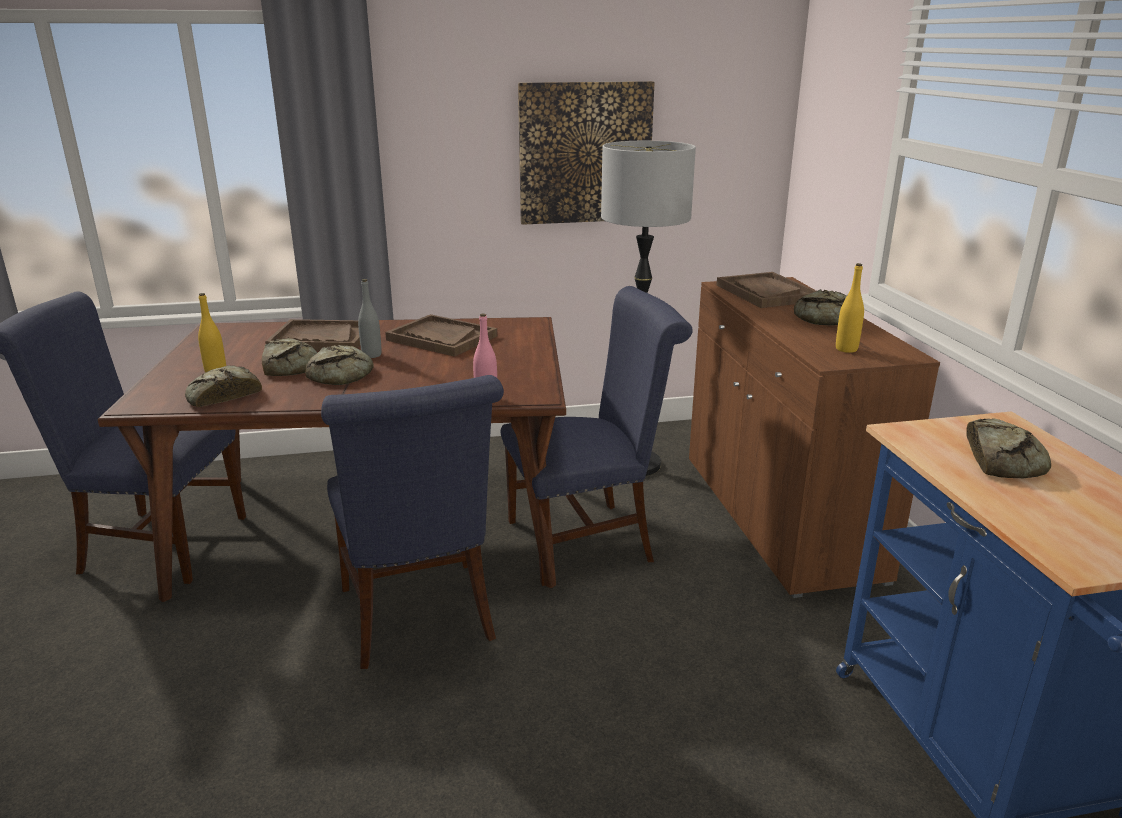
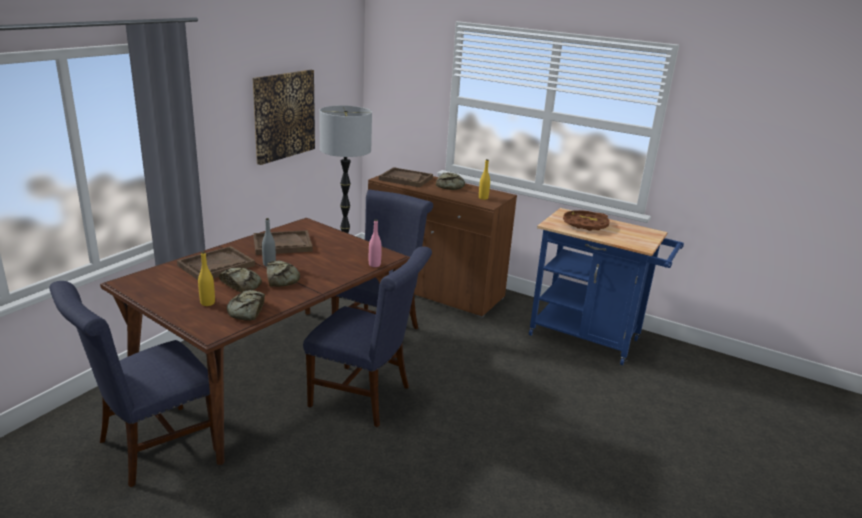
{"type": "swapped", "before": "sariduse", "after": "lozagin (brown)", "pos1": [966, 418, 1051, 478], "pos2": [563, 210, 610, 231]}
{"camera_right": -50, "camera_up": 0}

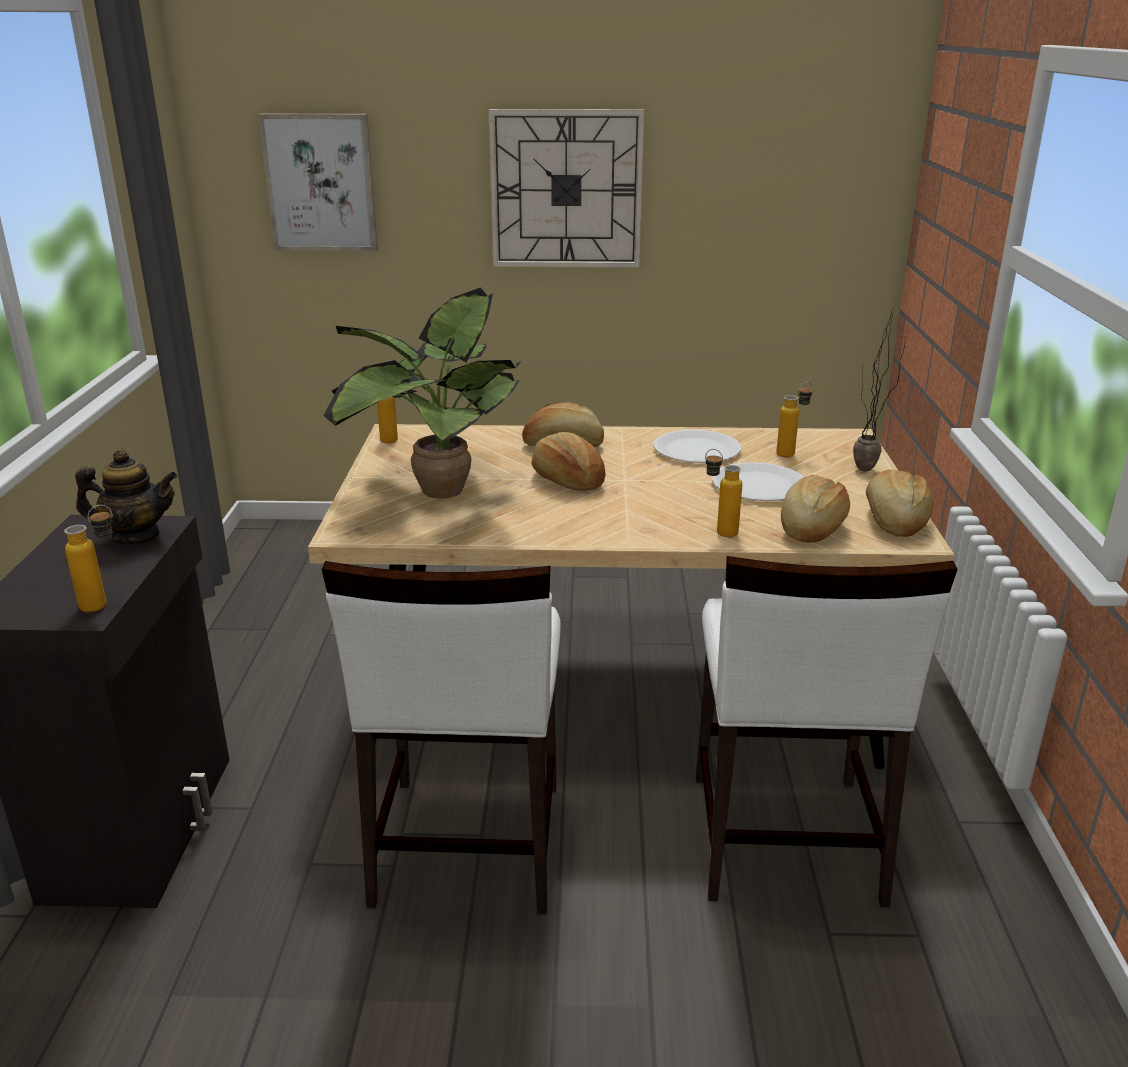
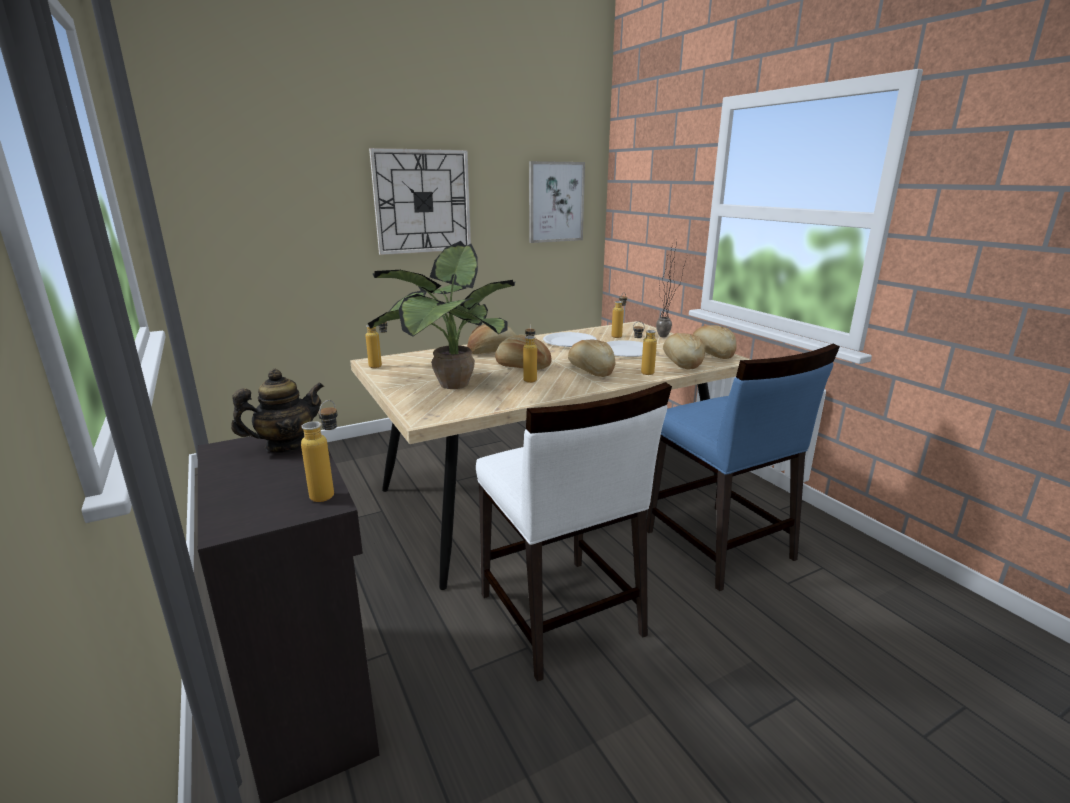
{"type": "shifted", "before": "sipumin", "pos1": [258, 114, 378, 251], "pos2": [529, 161, 585, 243]}
{"type": "repainted", "before": "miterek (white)", "after": "miterek (blue)", "pos1": [696, 556, 958, 907], "pos2": [647, 344, 840, 591]}
{"type": "new", "after": "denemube", "pos2": [523, 324, 537, 383]}
{"type": "new", "after": "sariduse", "pos2": [568, 340, 615, 377]}
{"camera_right": -30, "camera_up": -5}

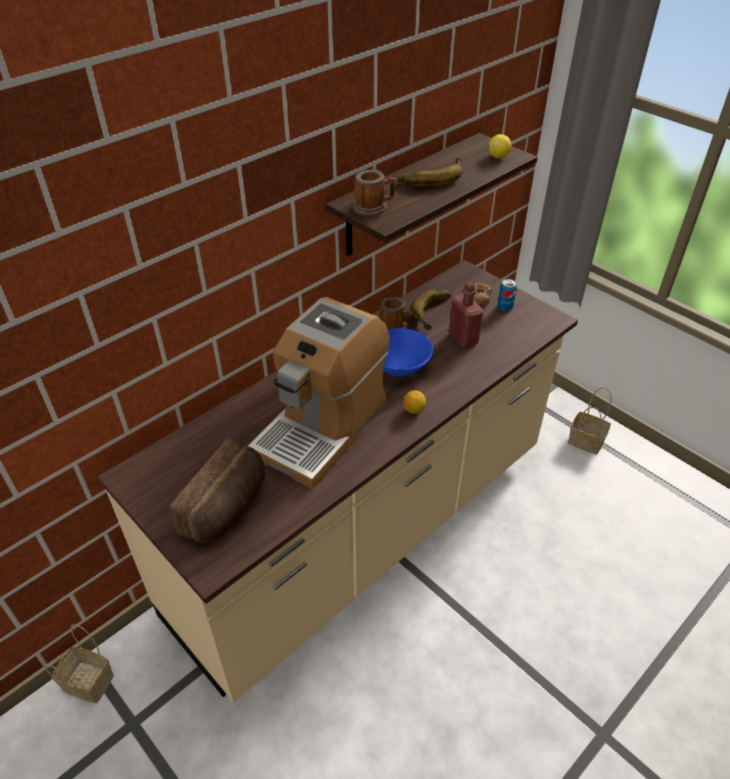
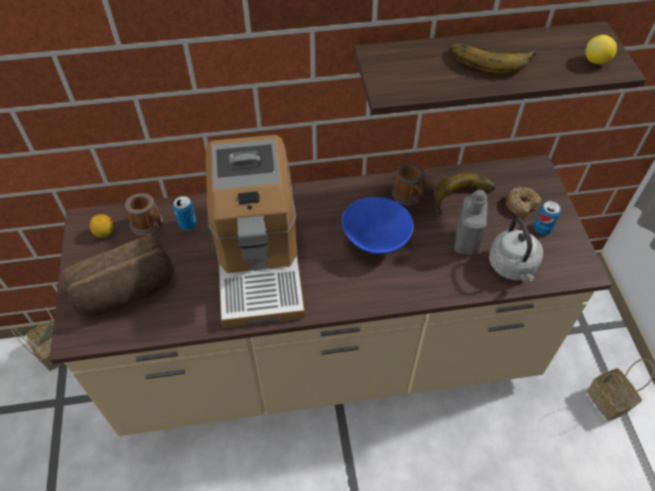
{"type": "shifted", "before": "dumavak", "pos1": [353, 170, 396, 217], "pos2": [125, 193, 163, 237]}
{"type": "repainted", "before": "denemube (red)", "after": "denemube (grey)", "pos1": [449, 282, 484, 348], "pos2": [454, 190, 488, 255]}
{"type": "rotated", "before": "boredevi", "pos1": [248, 297, 389, 489], "pos2": [206, 135, 305, 328], "turn": -75}
{"type": "shifted", "before": "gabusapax", "pos1": [403, 390, 426, 414], "pos2": [90, 214, 114, 238]}
{"type": "new", "after": "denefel", "pos2": [173, 196, 197, 230]}
{"type": "new", "after": "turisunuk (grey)", "pos2": [489, 218, 543, 281]}
{"camera_right": 35, "camera_up": 10}

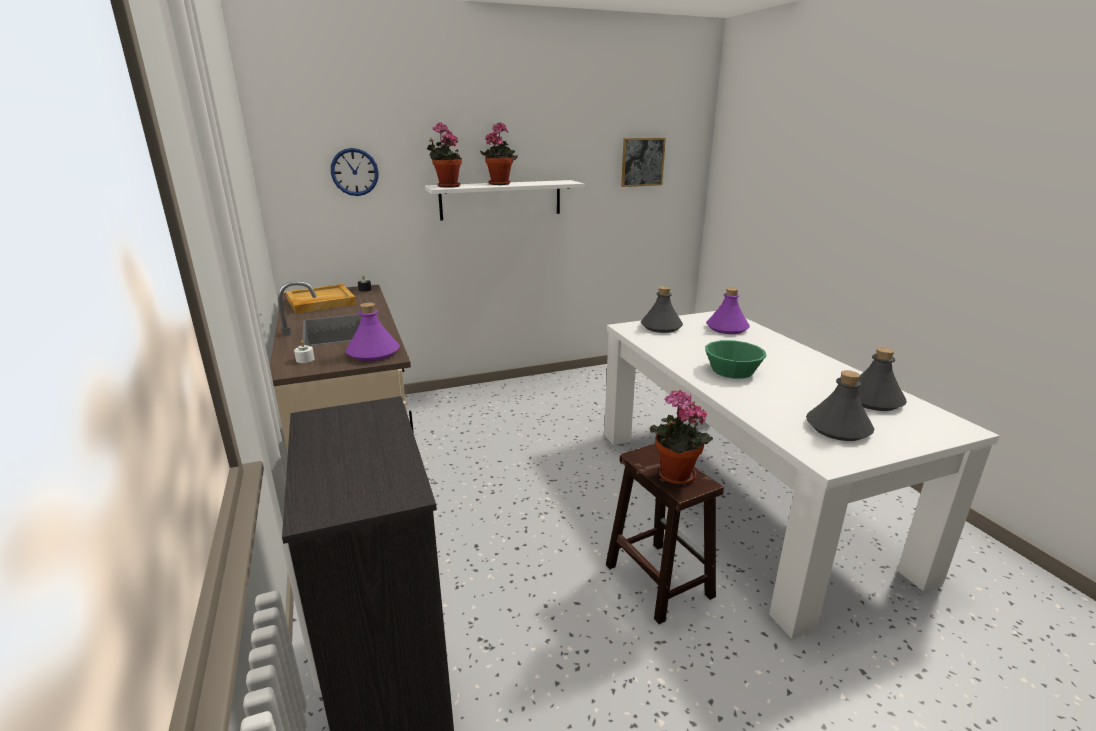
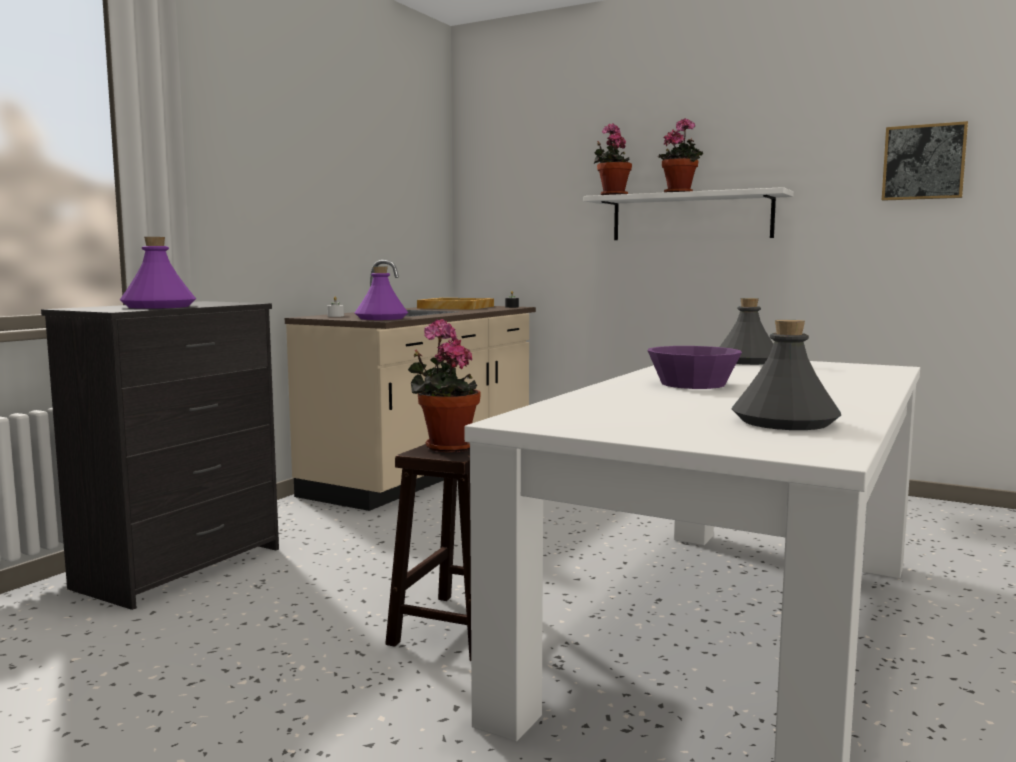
{"type": "gone", "before": "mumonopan", "pos1": [331, 148, 379, 196]}
{"type": "shifted", "before": "denemube (purple)", "pos1": [706, 288, 750, 334], "pos2": [120, 237, 196, 309]}
{"type": "repainted", "before": "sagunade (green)", "after": "sagunade (purple)", "pos1": [705, 340, 767, 379], "pos2": [647, 346, 742, 389]}
{"type": "gone", "before": "denemube (grey)", "pos1": [806, 370, 874, 441]}
{"camera_right": 50, "camera_up": -15}

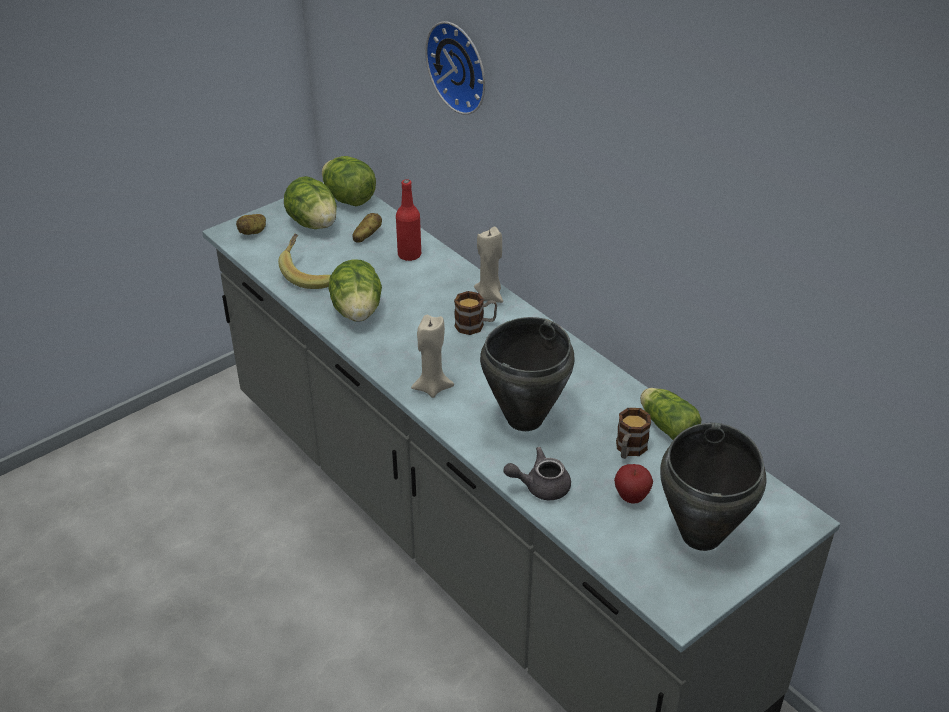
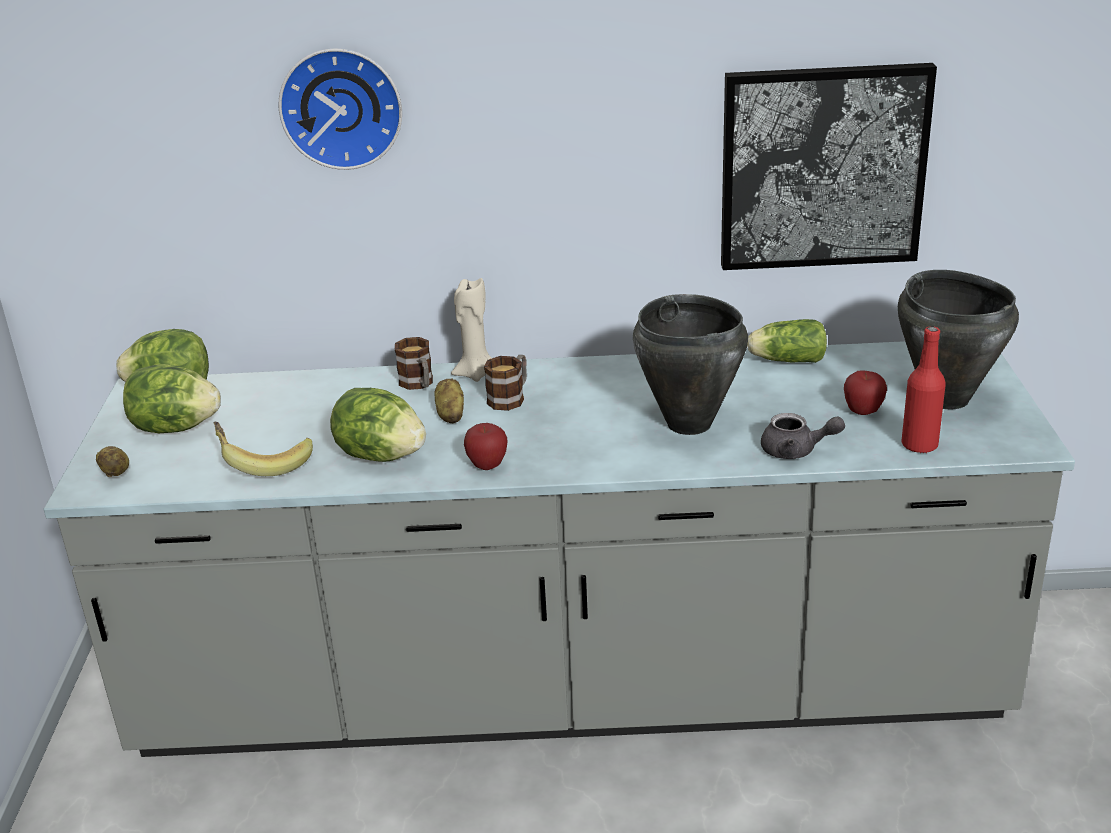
{"type": "shifted", "before": "denemube (red)", "pos1": [396, 179, 421, 261], "pos2": [901, 326, 946, 454]}
{"type": "shifted", "before": "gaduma", "pos1": [352, 213, 382, 243], "pos2": [434, 379, 464, 423]}
{"type": "gone", "before": "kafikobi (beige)", "pos1": [411, 315, 454, 398]}
{"type": "shifted", "before": "dumavak", "pos1": [616, 408, 651, 459], "pos2": [395, 337, 433, 390]}
{"type": "rotated", "before": "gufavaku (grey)", "pos1": [503, 447, 571, 500], "pos2": [761, 413, 845, 459], "turn": -105}
{"type": "new", "after": "sipumin", "pos2": [721, 63, 937, 270]}
{"type": "new", "after": "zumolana", "pos2": [464, 423, 508, 470]}
{"camera_right": -50, "camera_up": -10}

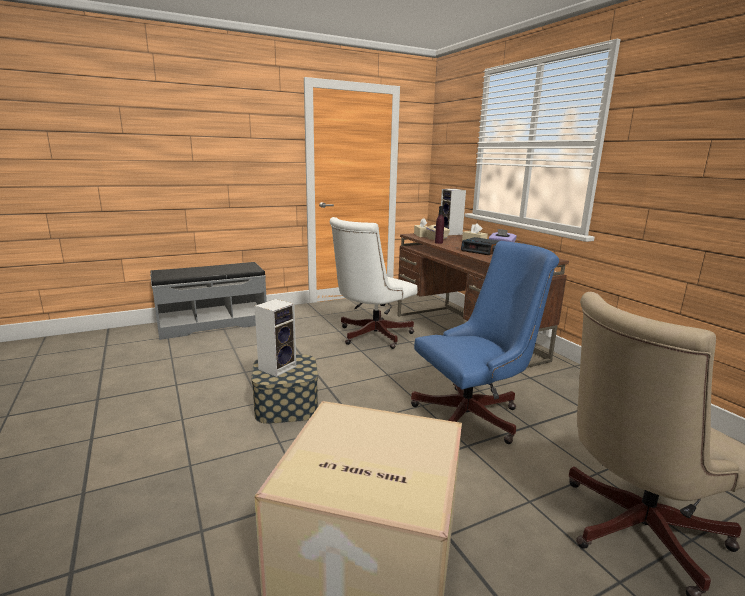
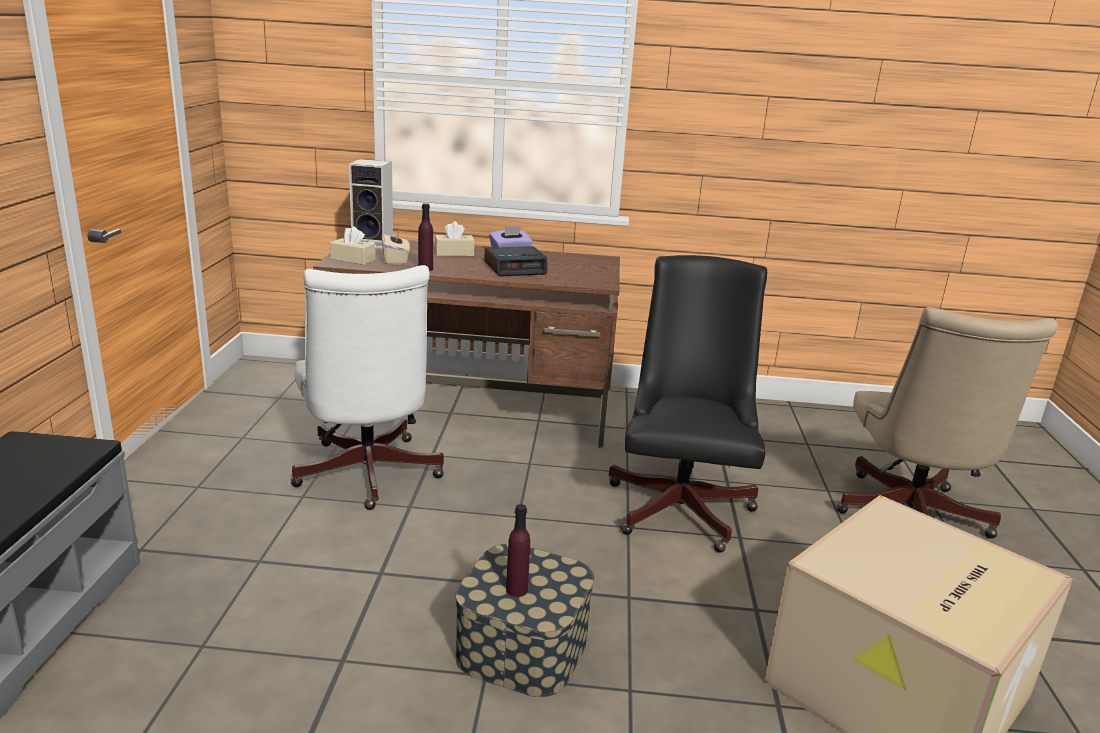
{"type": "repainted", "before": "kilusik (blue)", "after": "kilusik (black)", "pos1": [411, 241, 559, 444], "pos2": [609, 255, 767, 553]}
{"type": "swapped", "before": "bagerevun", "after": "denemube (purple)", "pos1": [255, 299, 296, 377], "pos2": [506, 504, 530, 597]}
{"camera_right": -60, "camera_up": 5}

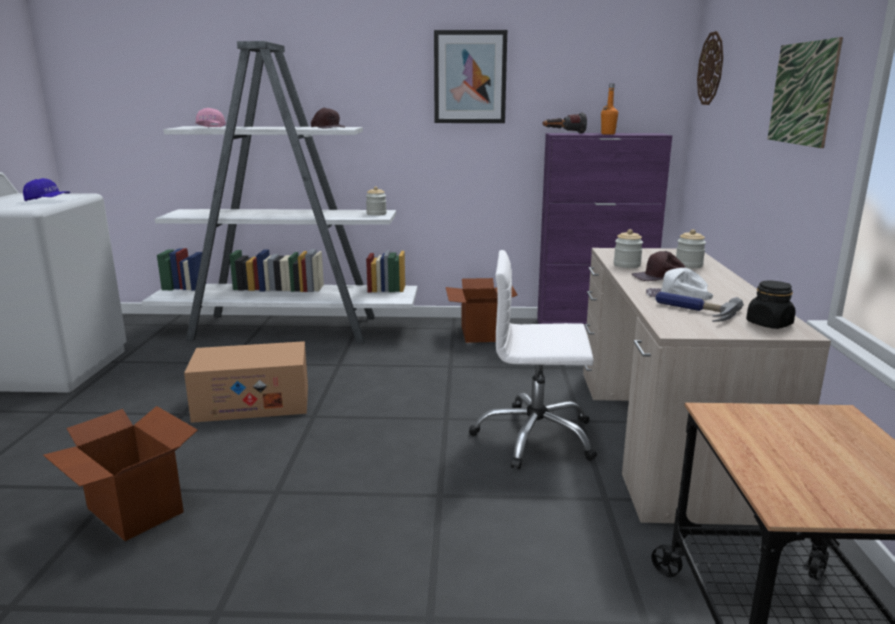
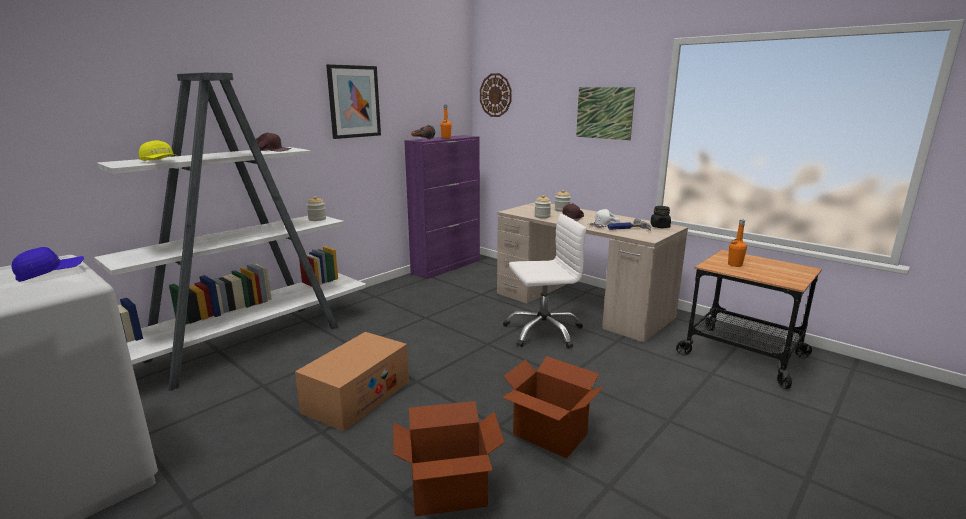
{"type": "repainted", "before": "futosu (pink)", "after": "futosu (yellow)", "pos1": [195, 108, 226, 127], "pos2": [139, 140, 178, 161]}
{"type": "rotated", "before": "kilusik (white)", "pos1": [469, 250, 597, 470], "pos2": [503, 214, 587, 349], "turn": -150}
{"type": "shifted", "before": "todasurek", "pos1": [446, 278, 517, 343], "pos2": [502, 356, 604, 459]}
{"type": "new", "after": "denemube (orange)", "pos2": [728, 219, 747, 267]}
{"camera_right": -50, "camera_up": 0}

